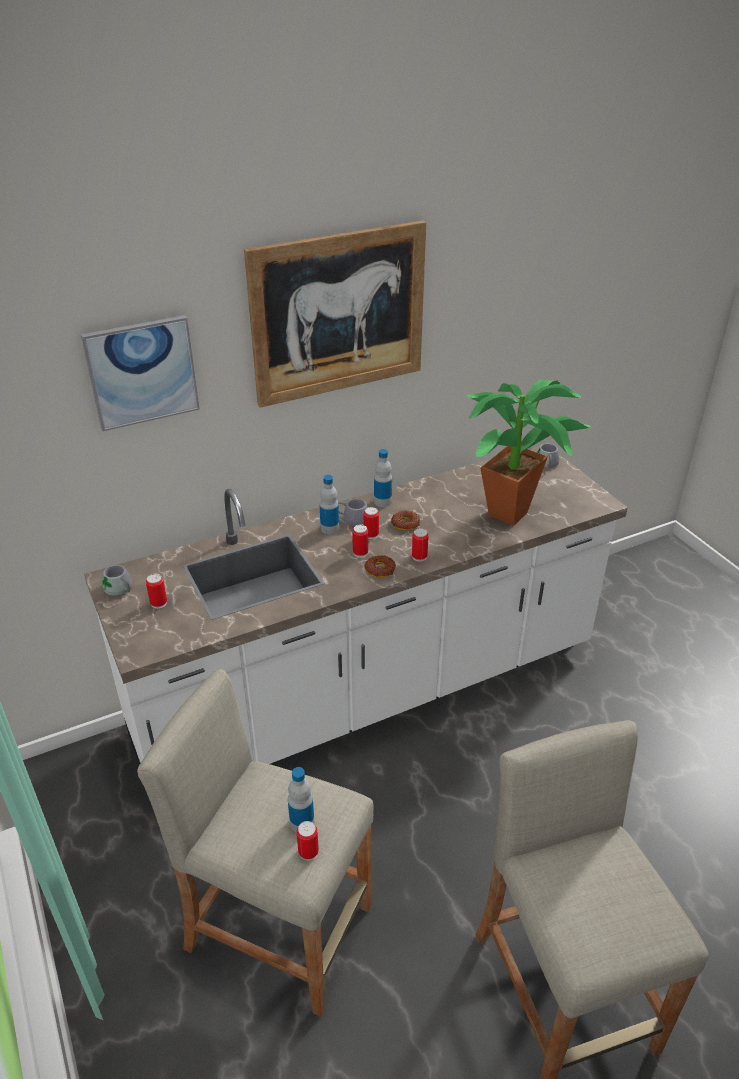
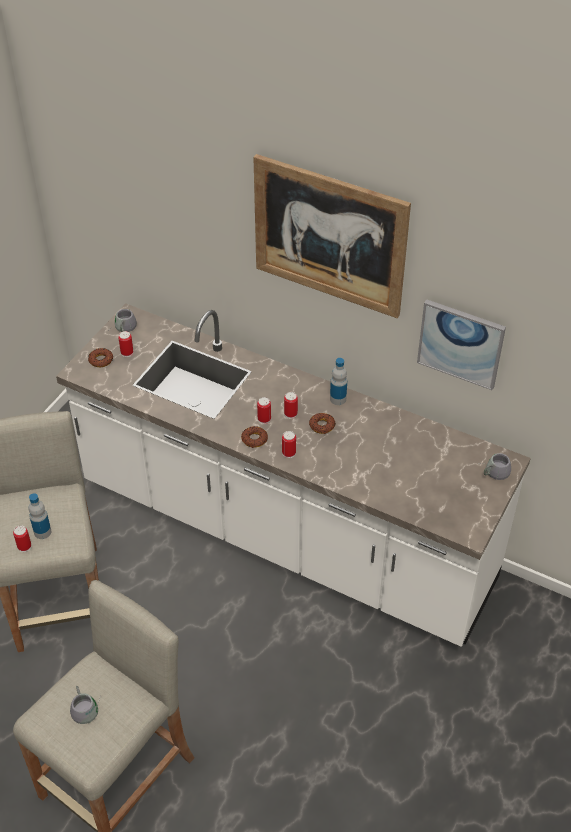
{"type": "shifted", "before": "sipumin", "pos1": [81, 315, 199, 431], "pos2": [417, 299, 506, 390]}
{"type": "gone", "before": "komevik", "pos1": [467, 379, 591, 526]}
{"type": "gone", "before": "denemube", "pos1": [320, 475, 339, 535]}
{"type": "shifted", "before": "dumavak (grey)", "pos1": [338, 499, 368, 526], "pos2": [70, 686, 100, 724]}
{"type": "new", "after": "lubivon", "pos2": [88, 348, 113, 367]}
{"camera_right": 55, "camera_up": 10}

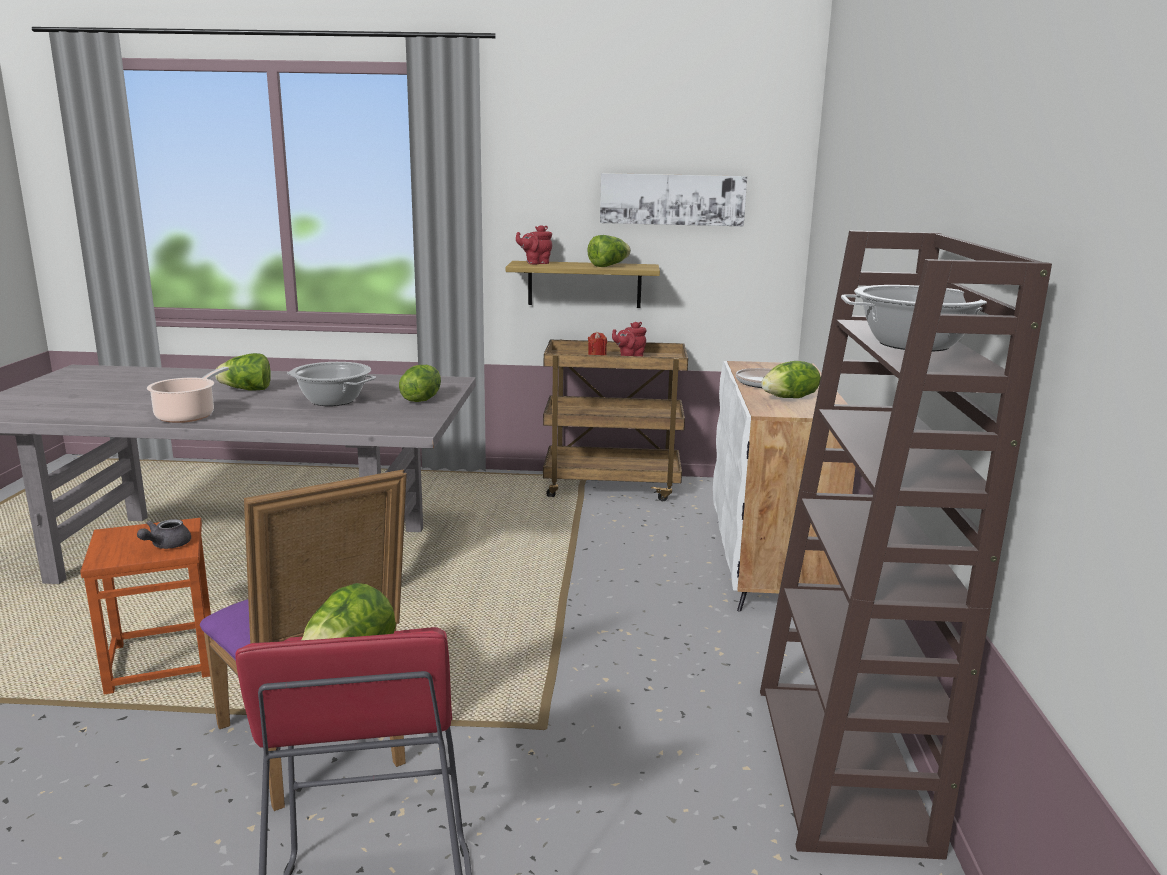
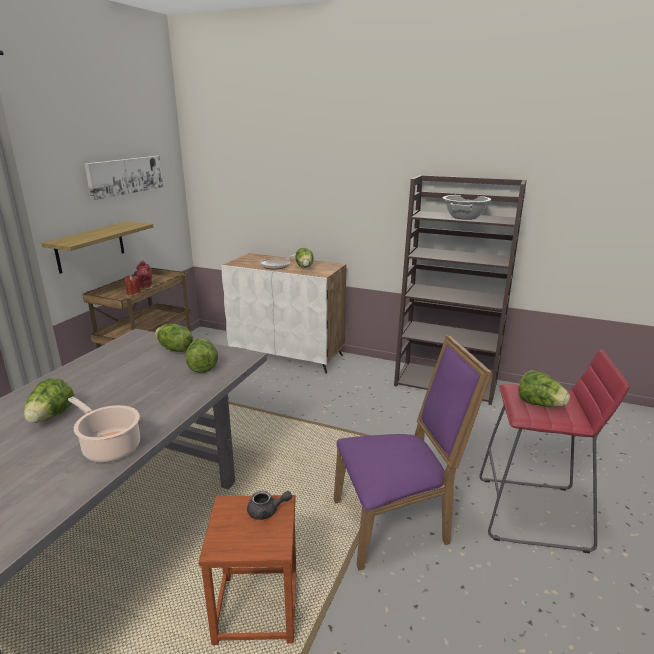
{"type": "gone", "before": "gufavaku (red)", "pos1": [516, 225, 552, 265]}
{"type": "shifted", "before": "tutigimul", "pos1": [587, 235, 631, 267], "pos2": [186, 338, 218, 373]}
{"type": "gone", "before": "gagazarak", "pos1": [287, 362, 376, 406]}
{"type": "rotated", "before": "gufavaku (grey)", "pos1": [137, 519, 191, 549], "pos2": [247, 491, 292, 520], "turn": -45}
{"camera_right": -70, "camera_up": 5}

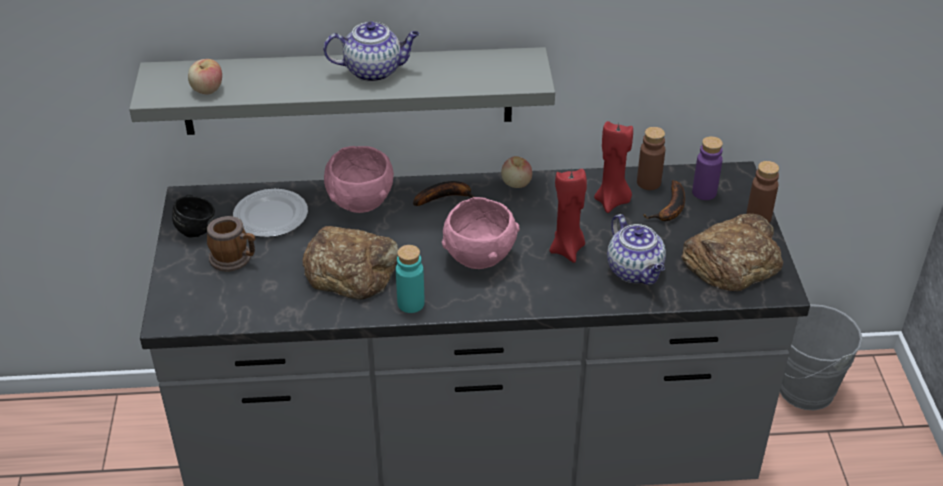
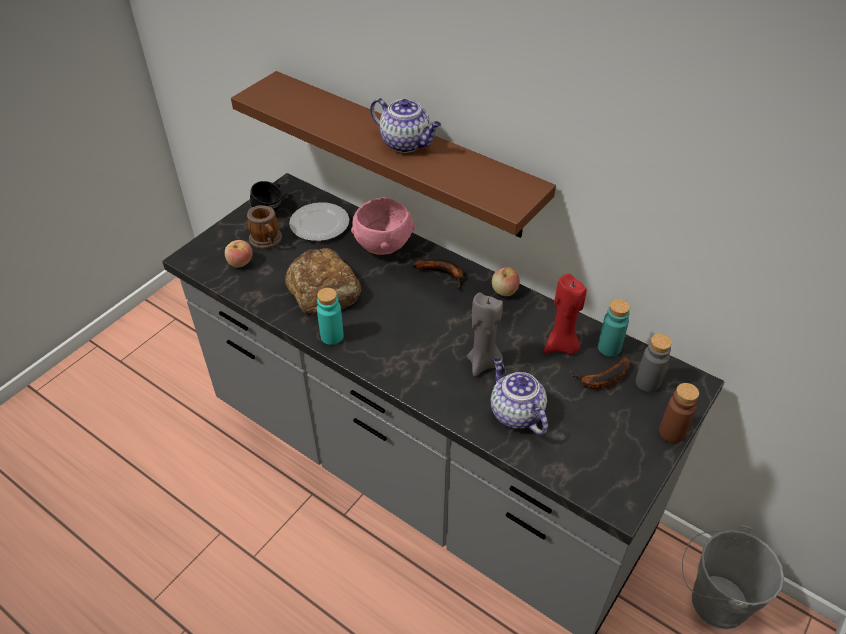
{"type": "repainted", "before": "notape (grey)", "after": "notape (brown)", "pos1": [129, 47, 555, 135], "pos2": [231, 71, 556, 238]}
{"type": "shifted", "before": "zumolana", "pos1": [188, 59, 222, 94], "pos2": [225, 240, 253, 268]}
{"type": "repainted", "before": "denemube (brown)", "after": "denemube (turquoise)", "pos1": [637, 127, 665, 190], "pos2": [598, 299, 630, 356]}
{"type": "repainted", "before": "denemube (purple)", "after": "denemube (grey)", "pos1": [692, 136, 723, 200], "pos2": [636, 334, 672, 392]}
{"type": "repainted", "before": "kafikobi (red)", "after": "kafikobi (grey)", "pos1": [549, 169, 587, 263], "pos2": [467, 293, 503, 376]}
{"type": "gone", "before": "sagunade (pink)", "pos1": [442, 197, 520, 269]}
{"type": "rotated", "before": "gufavaku", "pos1": [607, 214, 666, 285], "pos2": [491, 358, 548, 435], "turn": 135}
{"type": "gone", "before": "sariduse", "pos1": [681, 214, 783, 291]}
{"camera_right": 40, "camera_up": 5}

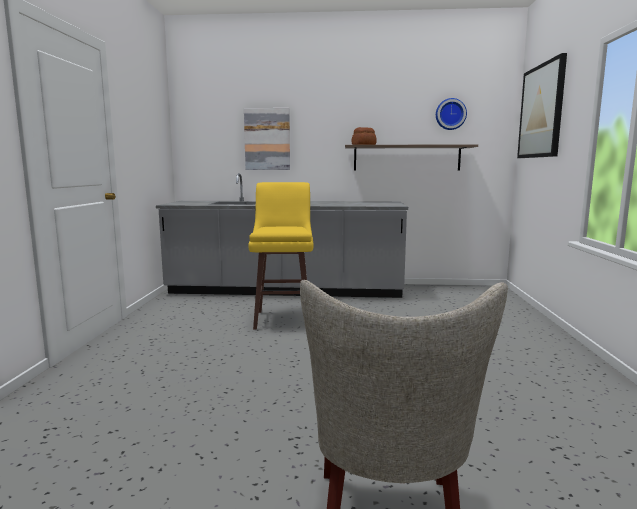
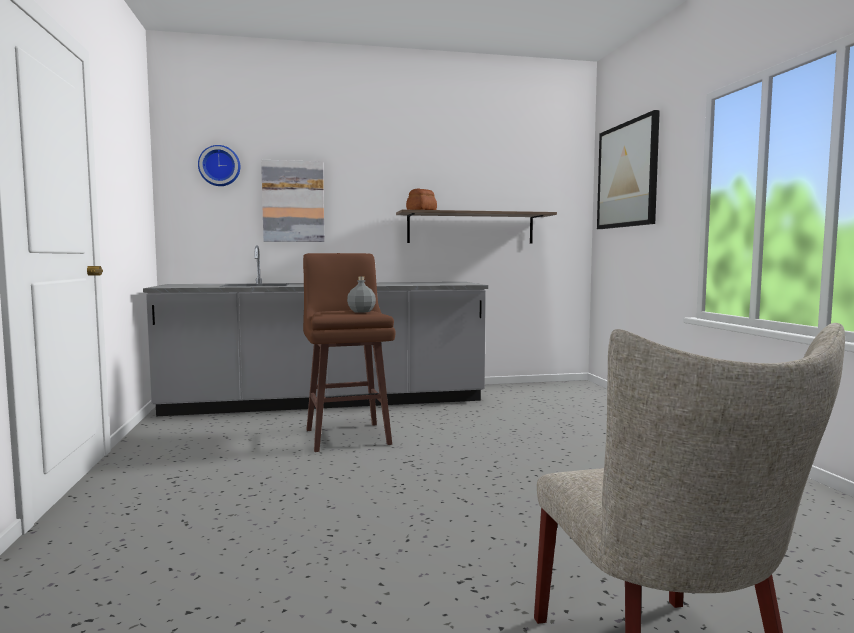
{"type": "shifted", "before": "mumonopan", "pos1": [436, 98, 467, 130], "pos2": [198, 145, 240, 186]}
{"type": "repainted", "before": "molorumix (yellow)", "after": "molorumix (brown)", "pos1": [248, 182, 314, 330], "pos2": [303, 253, 395, 452]}
{"type": "new", "after": "denemube (grey)", "pos2": [347, 276, 376, 313]}
{"camera_right": -15, "camera_up": -5}

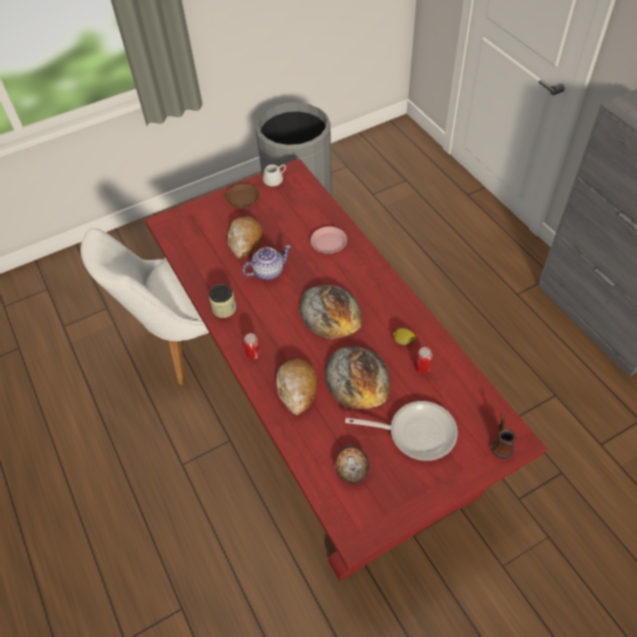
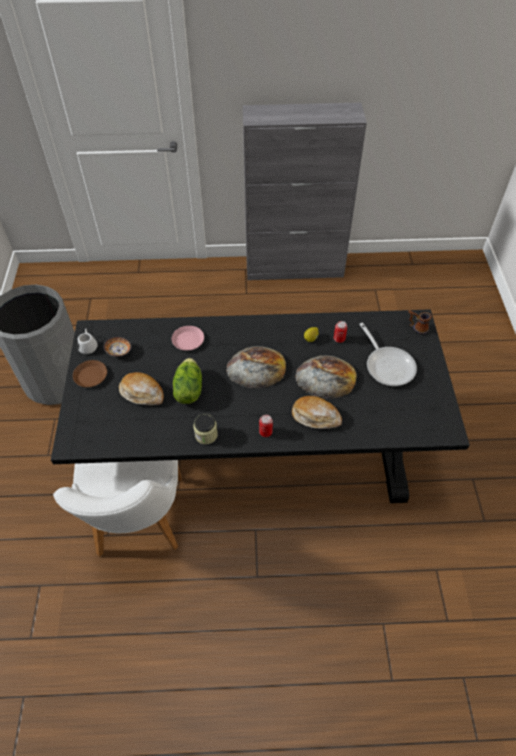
{"type": "repainted", "before": "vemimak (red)", "after": "vemimak (black)", "pos1": [145, 159, 547, 581], "pos2": [51, 309, 470, 503]}
{"type": "swapped", "before": "gufavaku", "after": "tutigimul", "pos1": [242, 245, 291, 280], "pos2": [173, 358, 202, 404]}
{"type": "rotated", "before": "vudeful", "pos1": [345, 401, 458, 461], "pos2": [359, 323, 417, 386], "turn": 120}
{"type": "shifted", "before": "sagunade", "pos1": [335, 446, 369, 484], "pos2": [103, 337, 132, 357]}
{"camera_right": -65, "camera_up": 0}

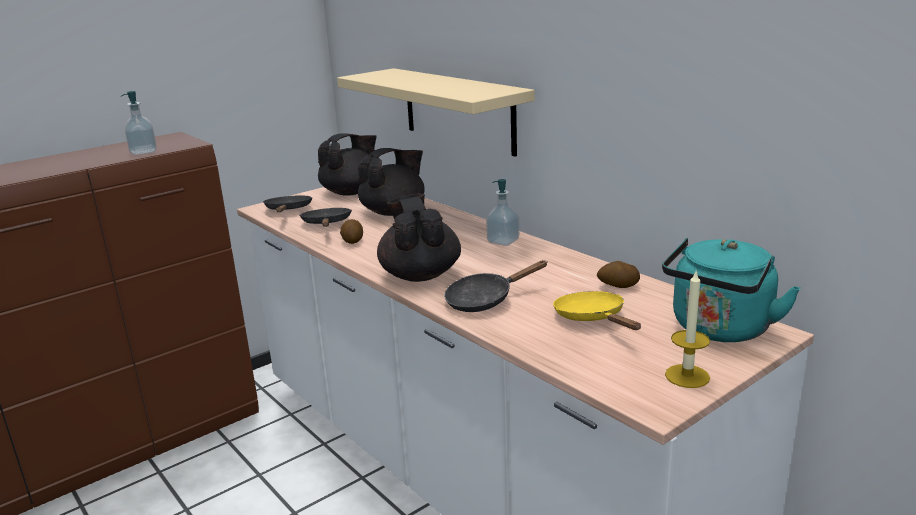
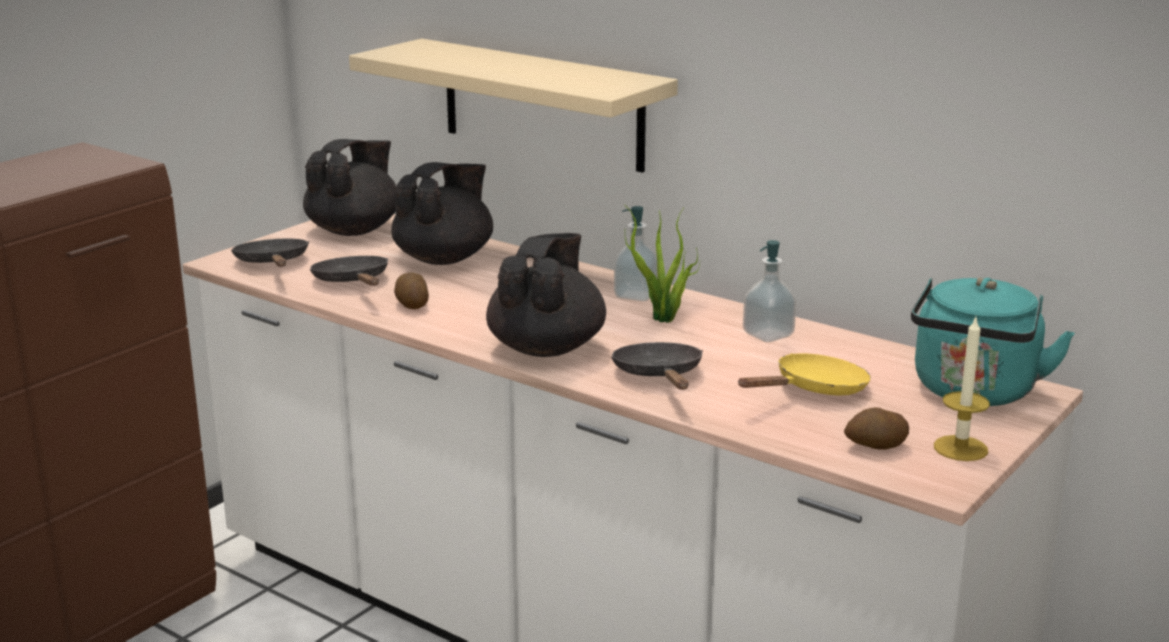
{"type": "shifted", "before": "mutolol", "pos1": [121, 91, 156, 155], "pos2": [743, 240, 796, 342]}
{"type": "rotated", "before": "gufavaku (black)", "pos1": [377, 193, 461, 282], "pos2": [486, 233, 606, 357], "turn": 45}
{"type": "rotated", "before": "vudeful (black)", "pos1": [444, 260, 548, 312], "pos2": [611, 342, 703, 390], "turn": 120}
{"type": "shifted", "before": "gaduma", "pos1": [597, 261, 640, 288], "pos2": [844, 407, 909, 450]}
{"type": "rotated", "before": "vudeful (yellow)", "pos1": [553, 291, 641, 330], "pos2": [738, 353, 871, 395], "turn": 90}
{"type": "new", "after": "komevik", "pos2": [625, 205, 699, 323]}
{"camera_right": -15, "camera_up": 0}

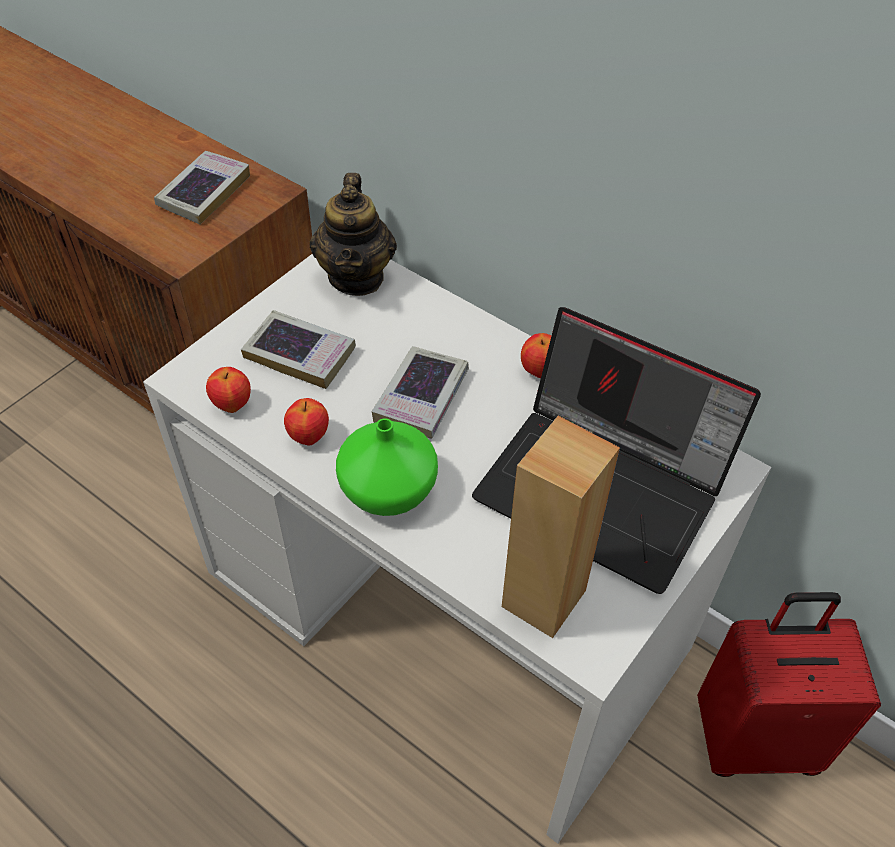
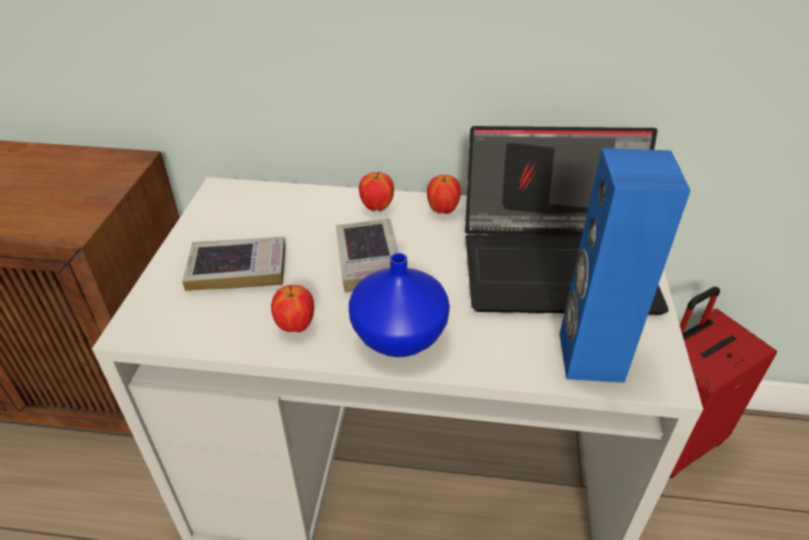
{"type": "gone", "before": "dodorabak", "pos1": [154, 151, 250, 225]}
{"type": "gone", "before": "gufavaku", "pos1": [310, 173, 397, 296]}
{"type": "shifted", "before": "zumolana", "pos1": [206, 367, 251, 413], "pos2": [359, 172, 394, 211]}
{"type": "repainted", "before": "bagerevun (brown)", "after": "bagerevun (blue)", "pos1": [502, 416, 620, 638], "pos2": [560, 148, 691, 383]}
{"type": "repainted", "before": "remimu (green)", "after": "remimu (blue)", "pos1": [336, 418, 438, 516], "pos2": [349, 253, 450, 357]}
{"camera_right": -30, "camera_up": -10}

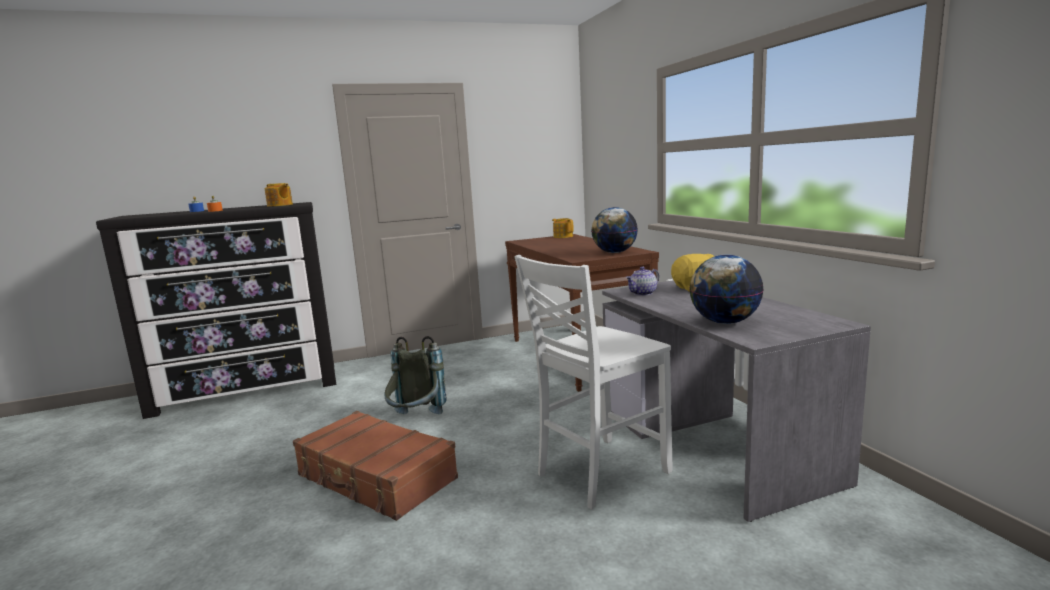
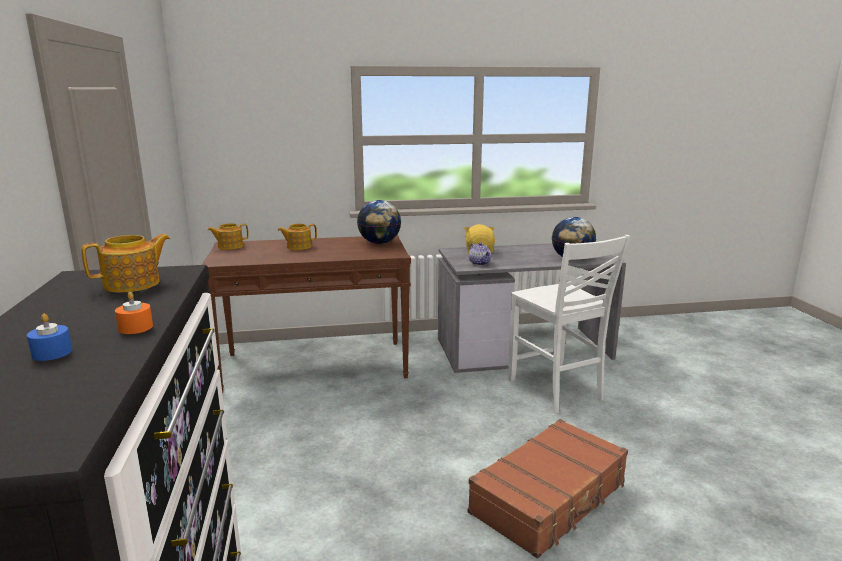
{"type": "gone", "before": "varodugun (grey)", "pos1": [385, 336, 447, 414]}
{"type": "new", "after": "gufavaku", "pos2": [278, 224, 317, 250]}
{"camera_right": -80, "camera_up": 5}

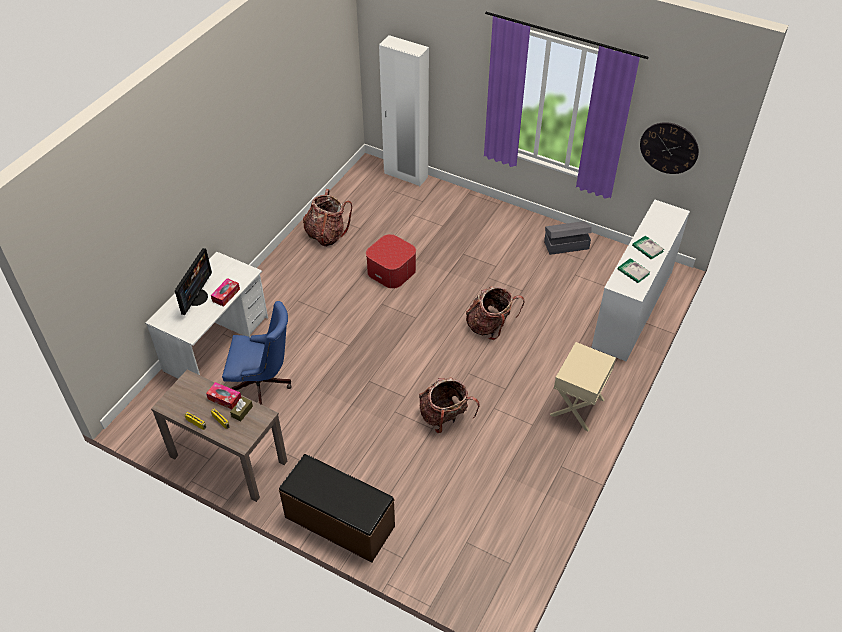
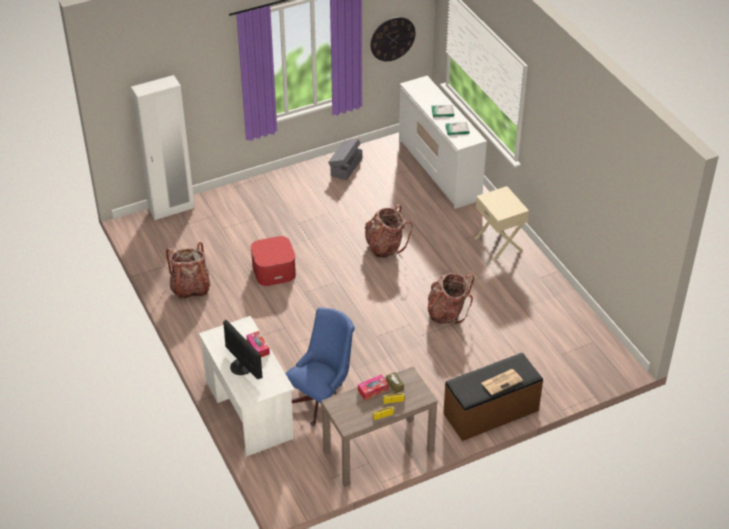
{"type": "new", "after": "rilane", "pos2": [482, 369, 523, 395]}
{"camera_right": -55, "camera_up": -5}

